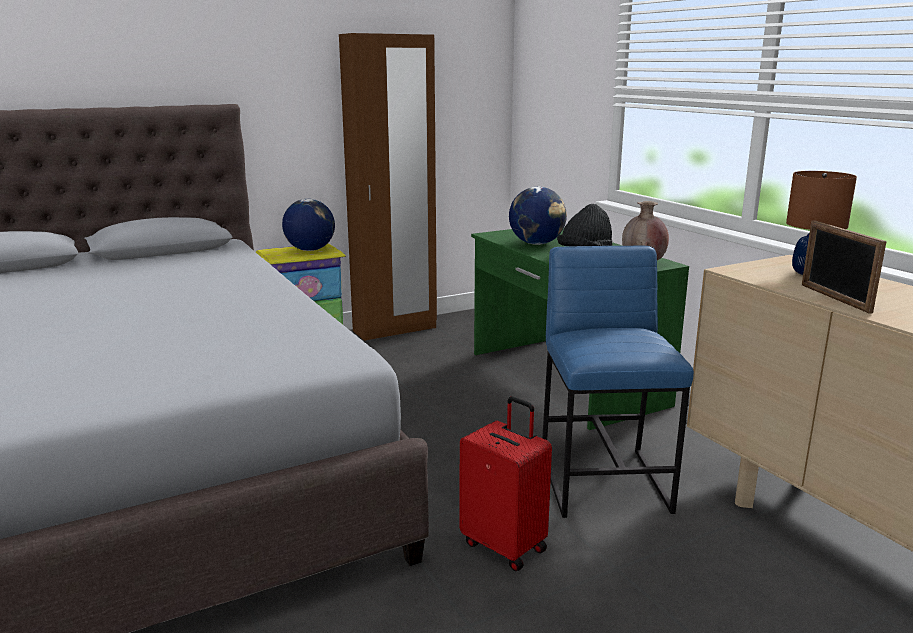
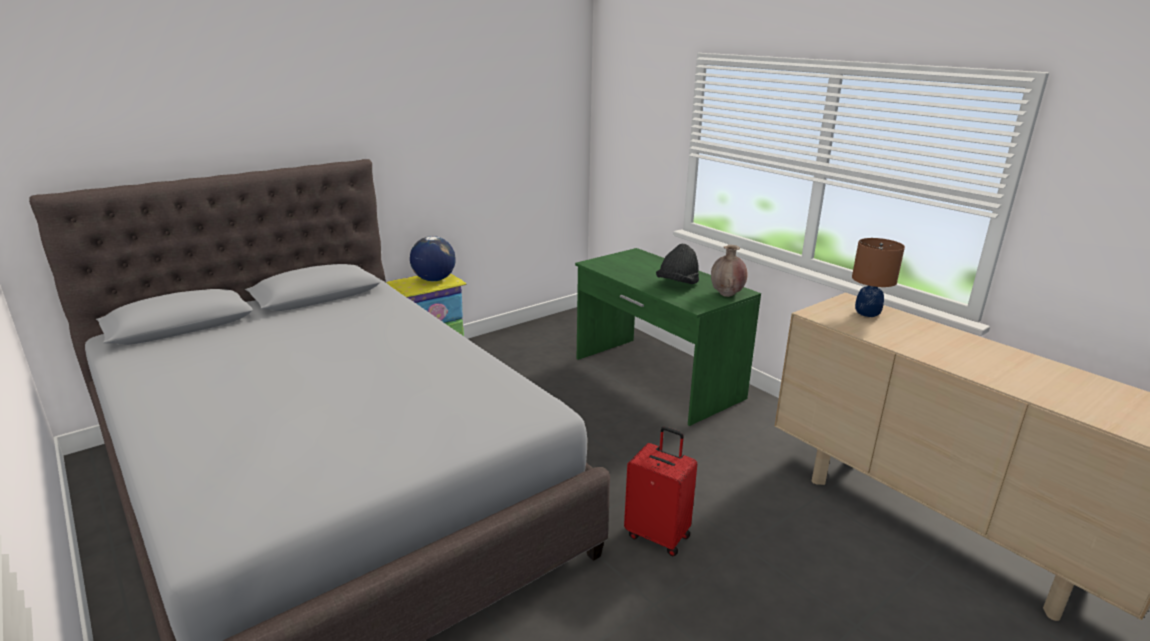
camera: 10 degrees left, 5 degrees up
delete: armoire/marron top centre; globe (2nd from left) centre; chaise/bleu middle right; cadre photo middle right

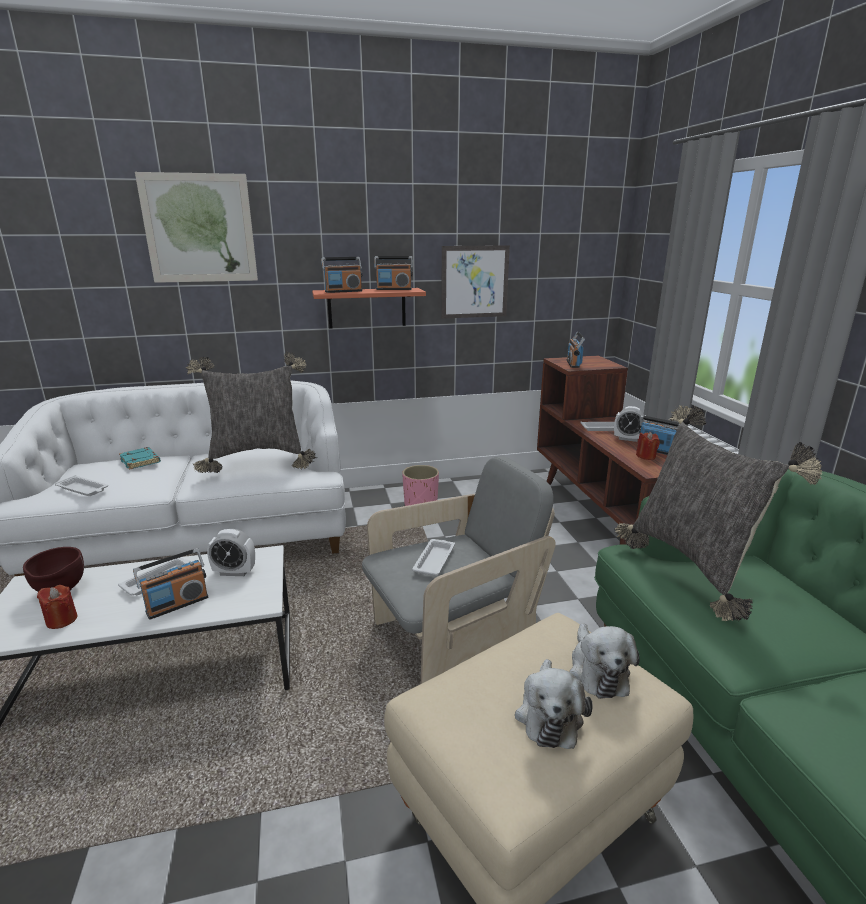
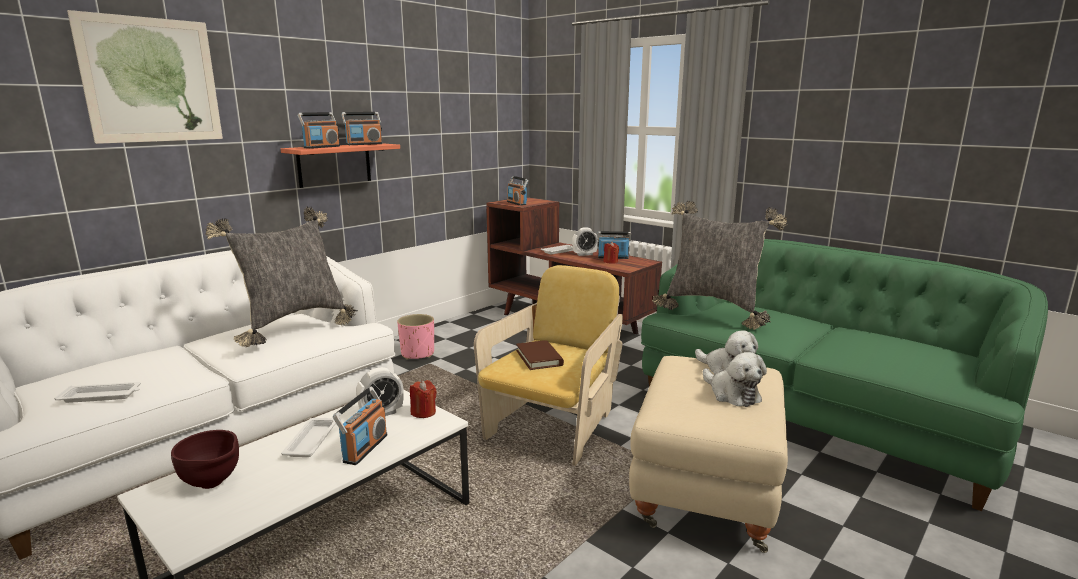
camera: 35 degrees left, 5 degrees down
delete: livre/turquoise middle left; tableau (2nd from left) top centre
move: bougie/rouge (1st from left) bottom left to bottom centre
replace: plateau/blanc (3rd from left) centre to livre/marron centre
recolor: fauteuil/gris centre to fauteuil/jaune centre

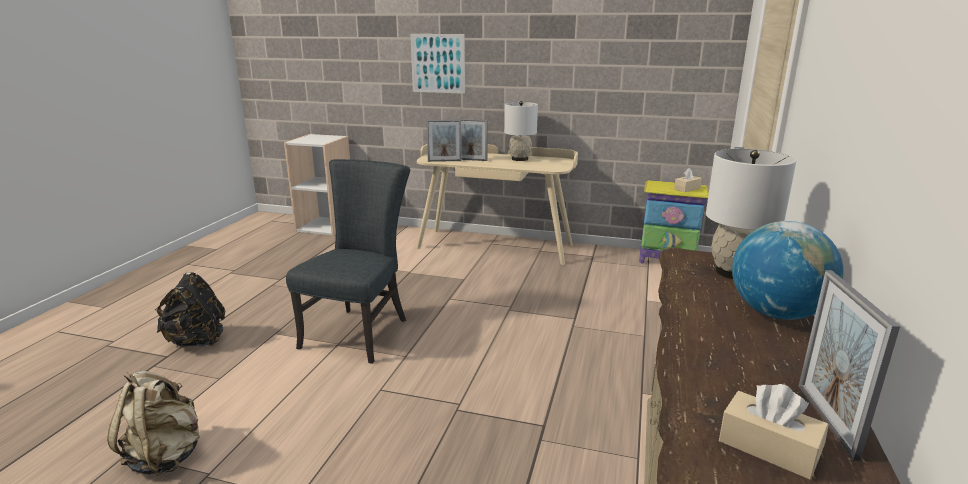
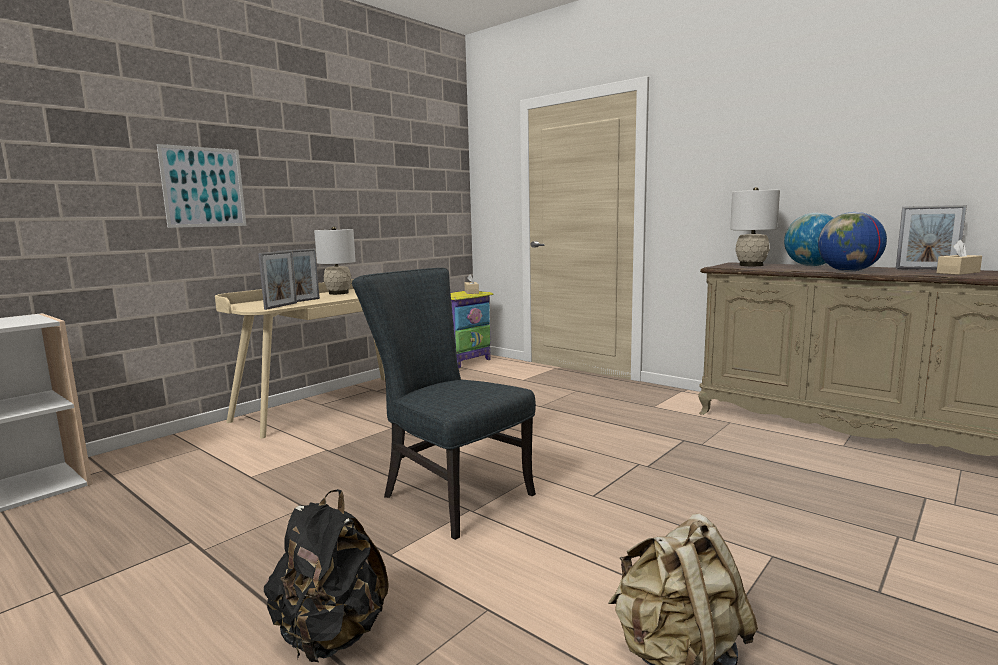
camera: 65 degrees left, 10 degrees down
insert: globe (2nd from left) middle right

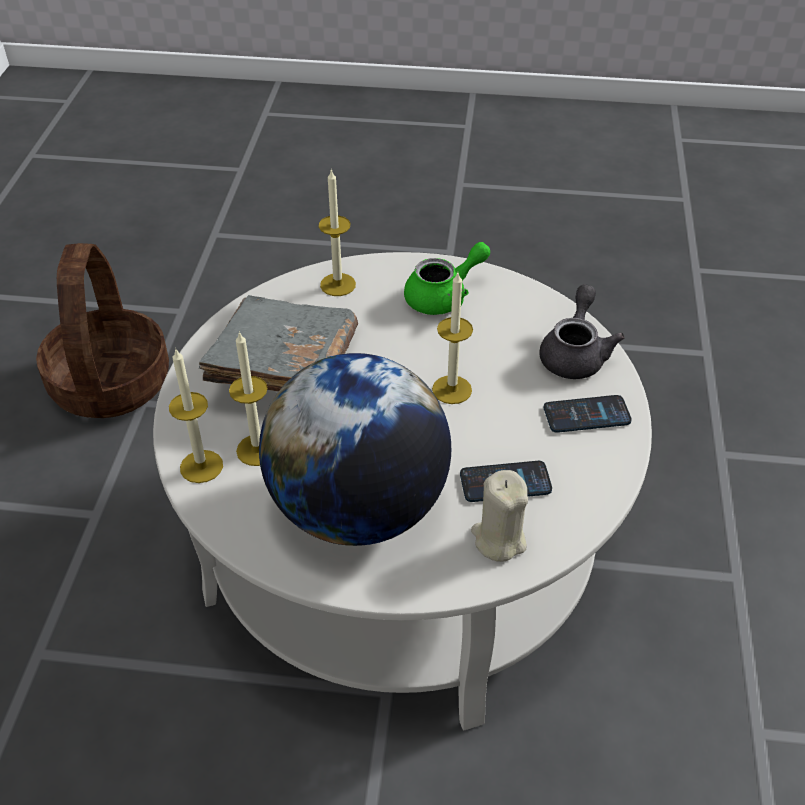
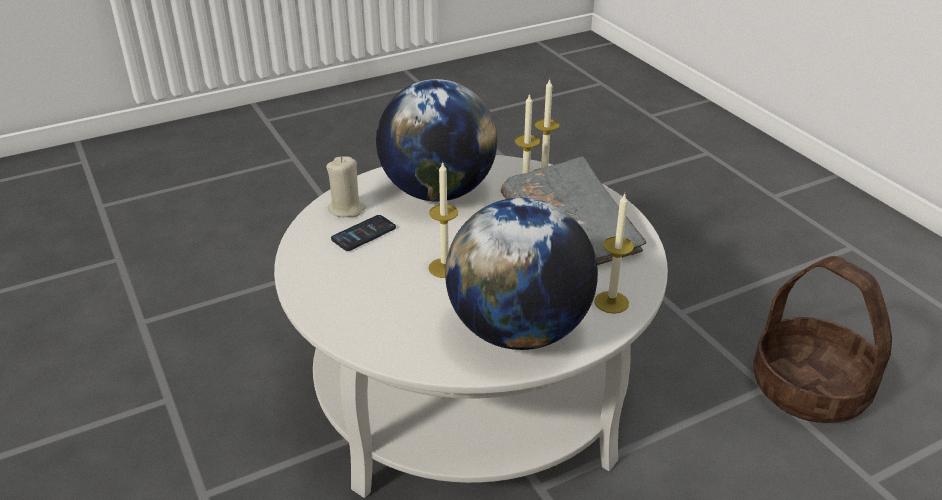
camera: 145 degrees right, 10 degrees down
delete: théière/gris middle right; téléphone (2nd from left) middle right
replace: théière/vert centre to globe (2nd from left) centre

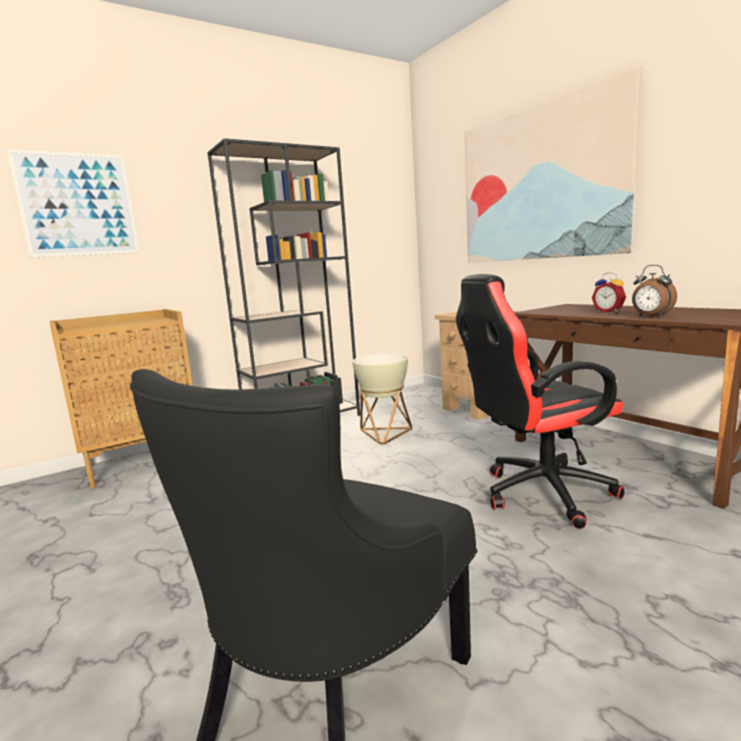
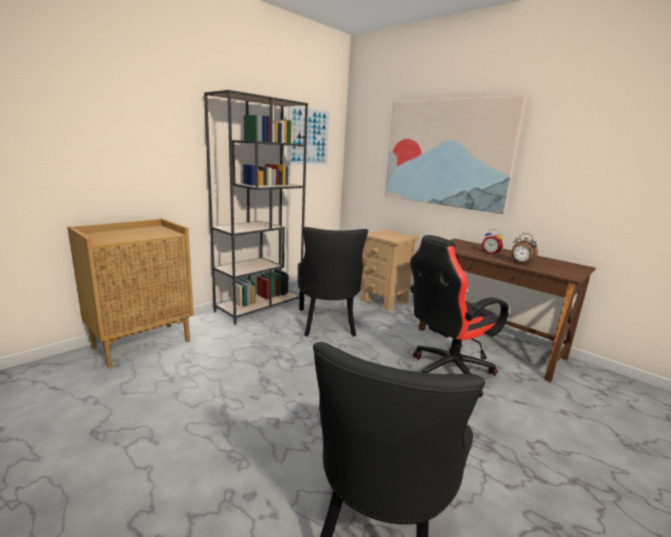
camera: 15 degrees left, 5 degrees up
move: tableau (1st from left) top left to top centre
replace: cache-pot centre to chaise/noir (1st from left) centre

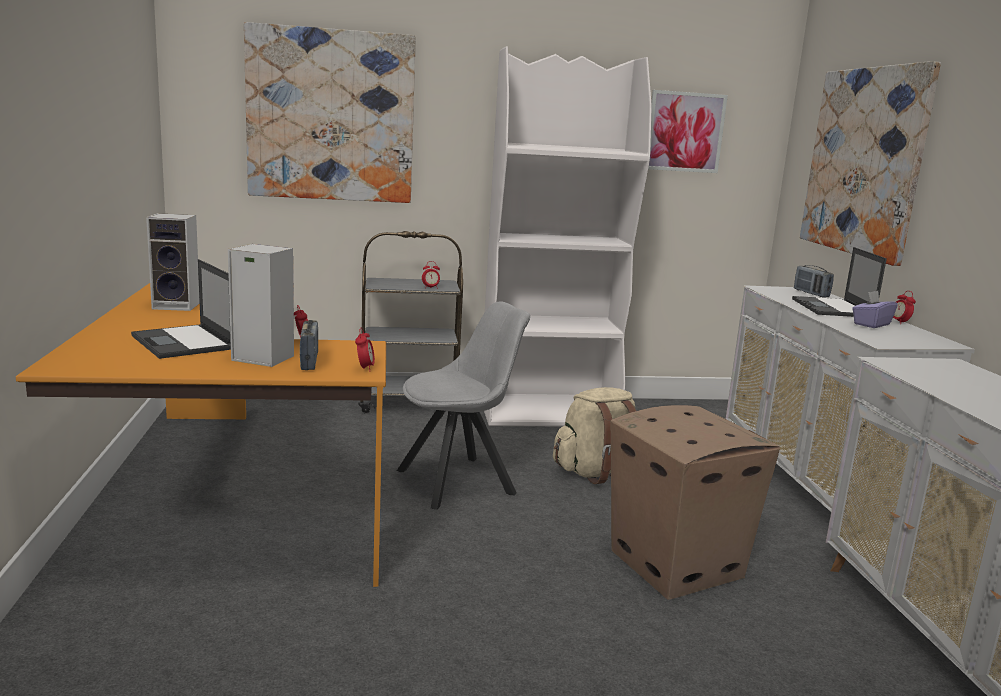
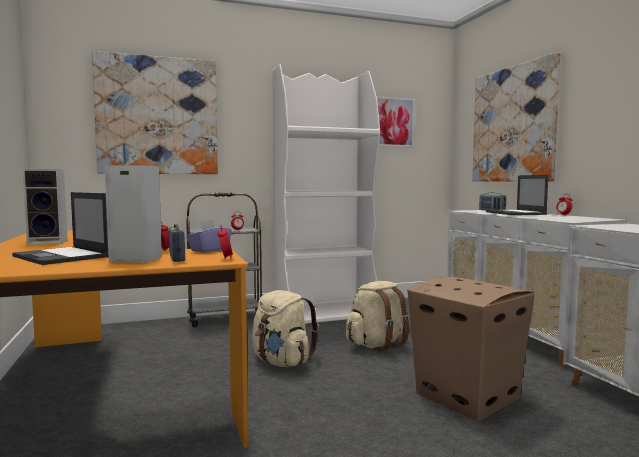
camera: 10 degrees left, 10 degrees down
move: boîte à mouchoirs/violet middle right to middle left
replace: chaise/gris centre to sac à dos/beige (1st from left) bottom centre

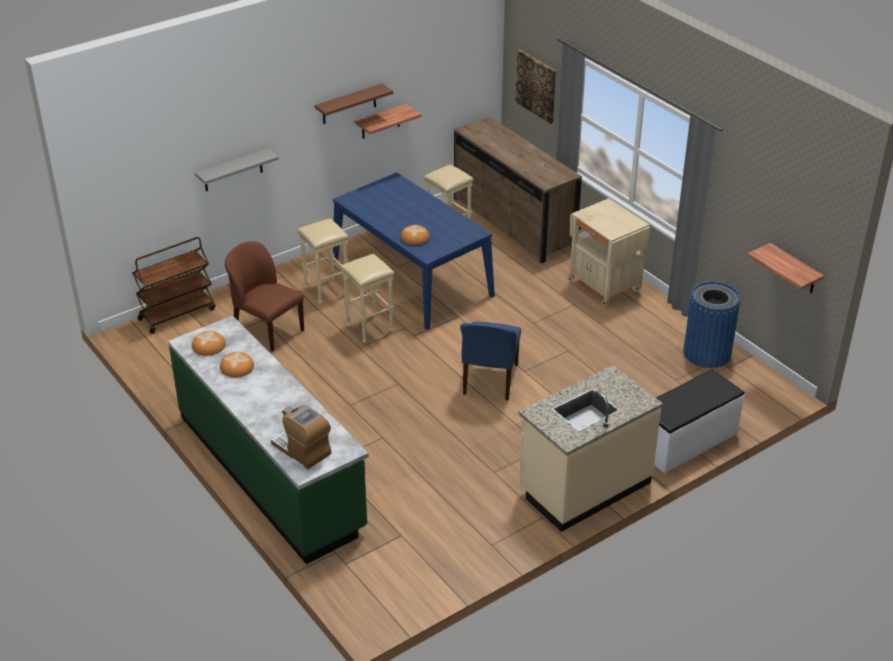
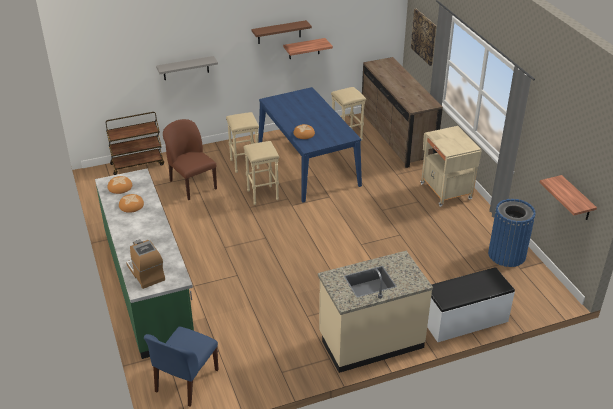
camera: 15 degrees right, 0 degrees up
move: chaise/bleu centre to bottom left

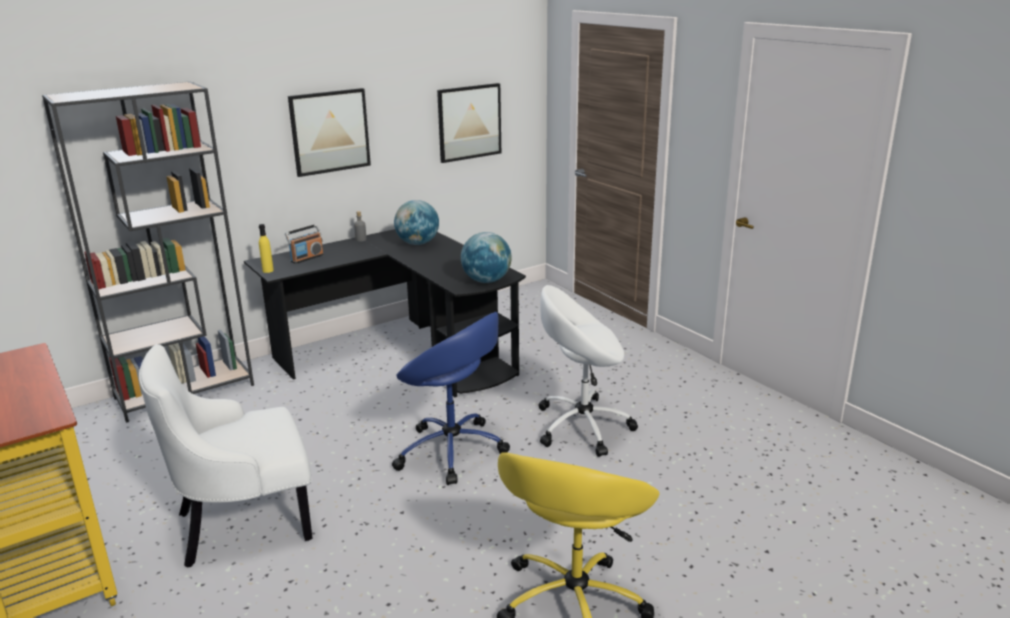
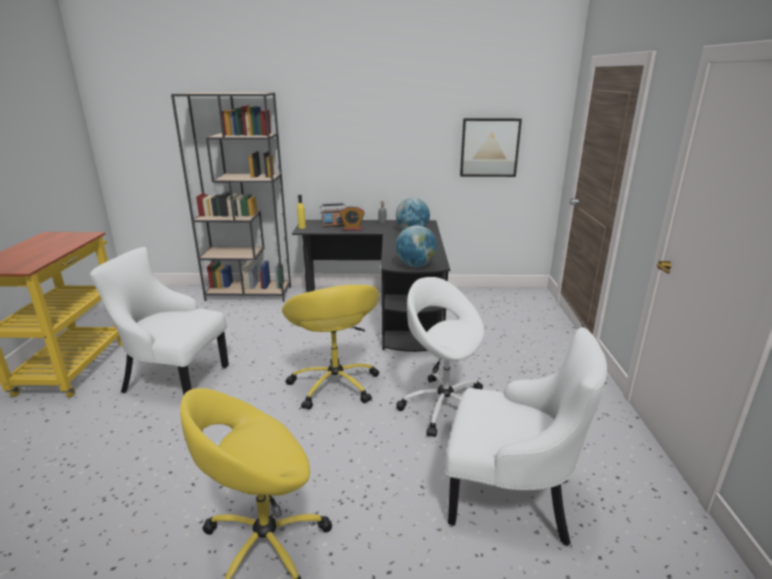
camera: 35 degrees right, 0 degrees up
delete: tableau (1st from left) top left
insert: réveil centre; chaise/blanc (2nd from left) bottom right
recolor: chaise de bureau/bleu centre to chaise de bureau/jaune (2nd from left) centre

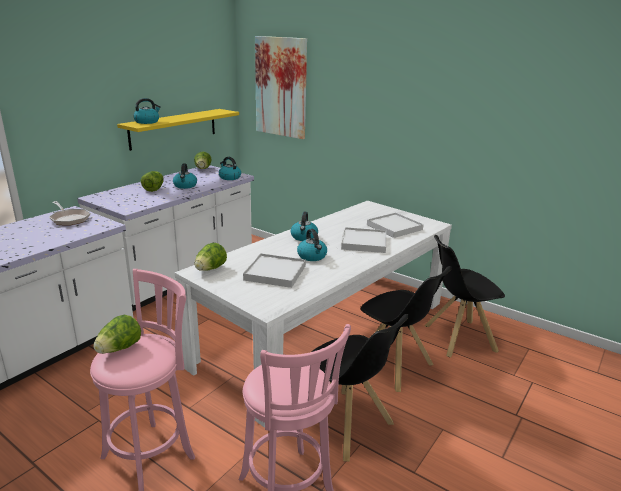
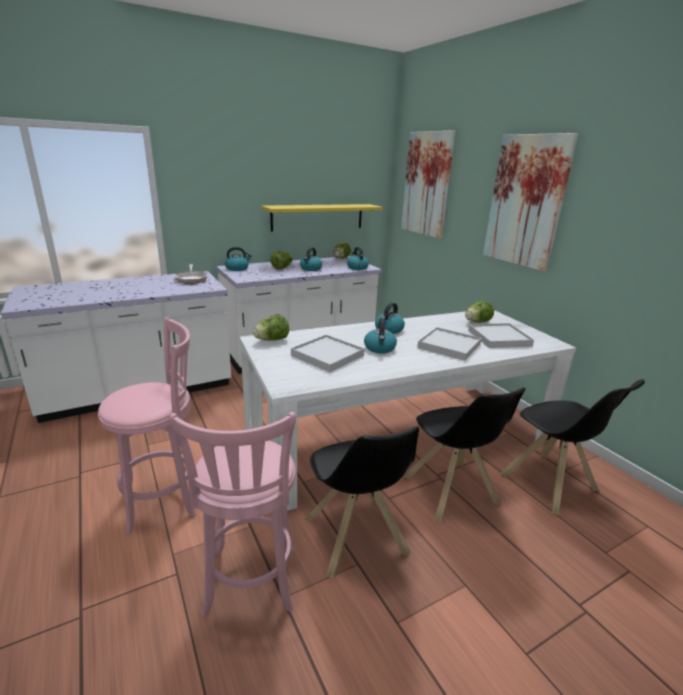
camera: 25 degrees right, 0 degrees up
insert: tableau (2nd from left) top right
move: bouilloire (1st from left) top left to centre; laitue (1st from left in the first image) bottom left to laitue (4th from left) middle right
rotate: chaise/noir (3rd from left) middle right = middle right 135 degrees counterclockwise

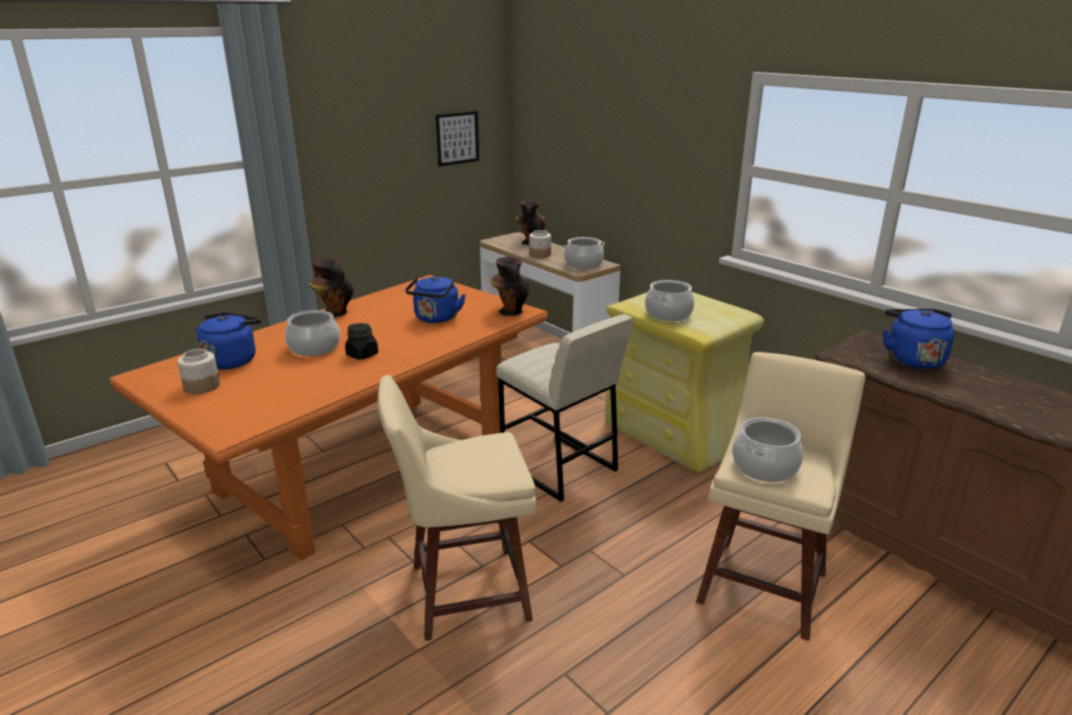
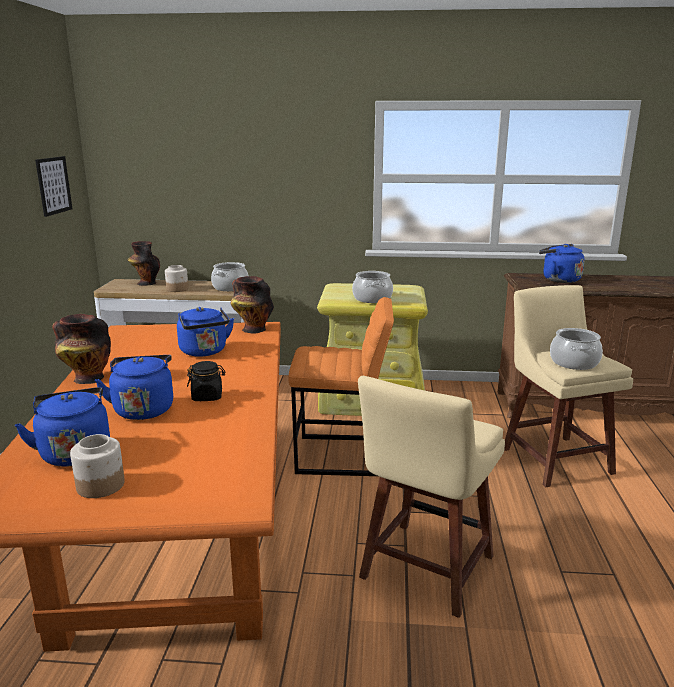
camera: 45 degrees left, 5 degrees down
replace: marmite (1st from left) middle left to bouilloire/bleu (2nd from left) middle left
recolor: chaise/beige centre to chaise/orange centre

